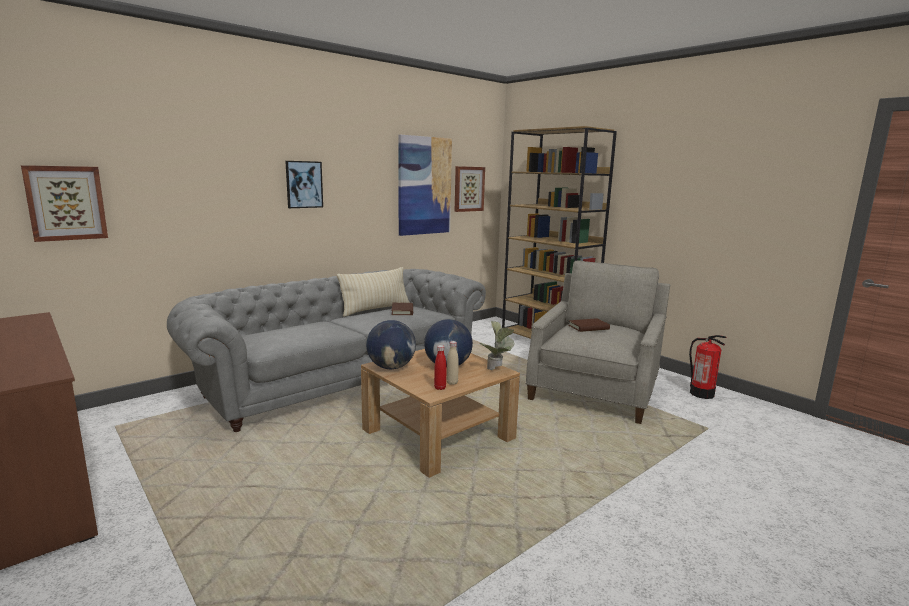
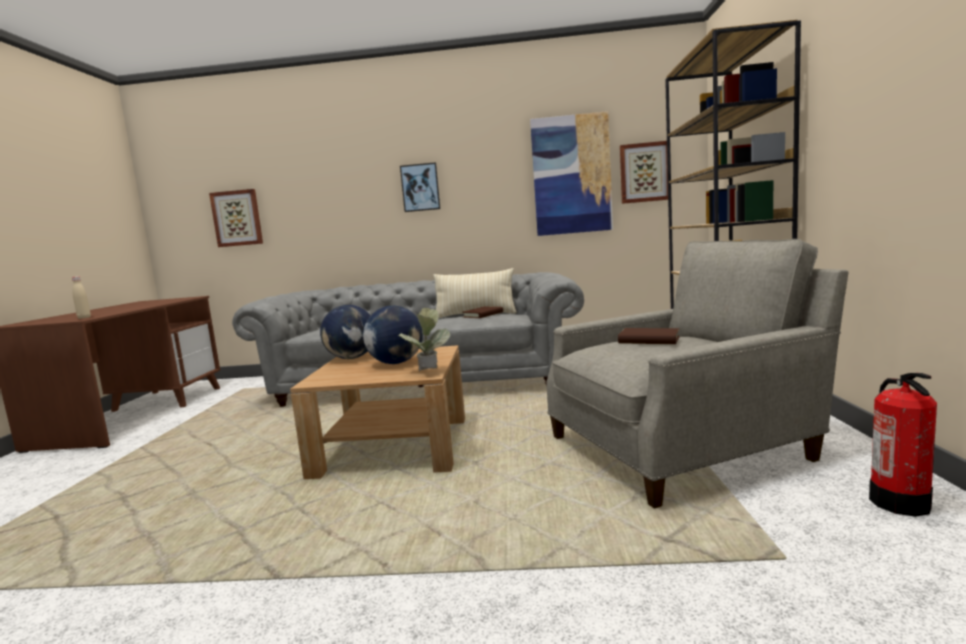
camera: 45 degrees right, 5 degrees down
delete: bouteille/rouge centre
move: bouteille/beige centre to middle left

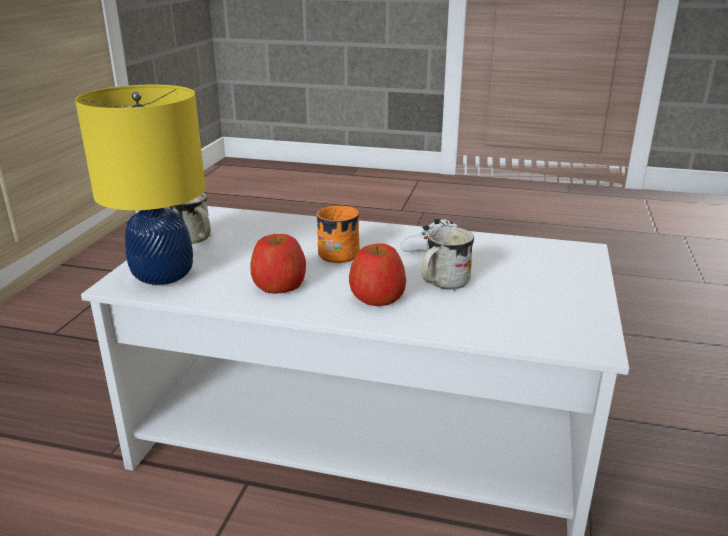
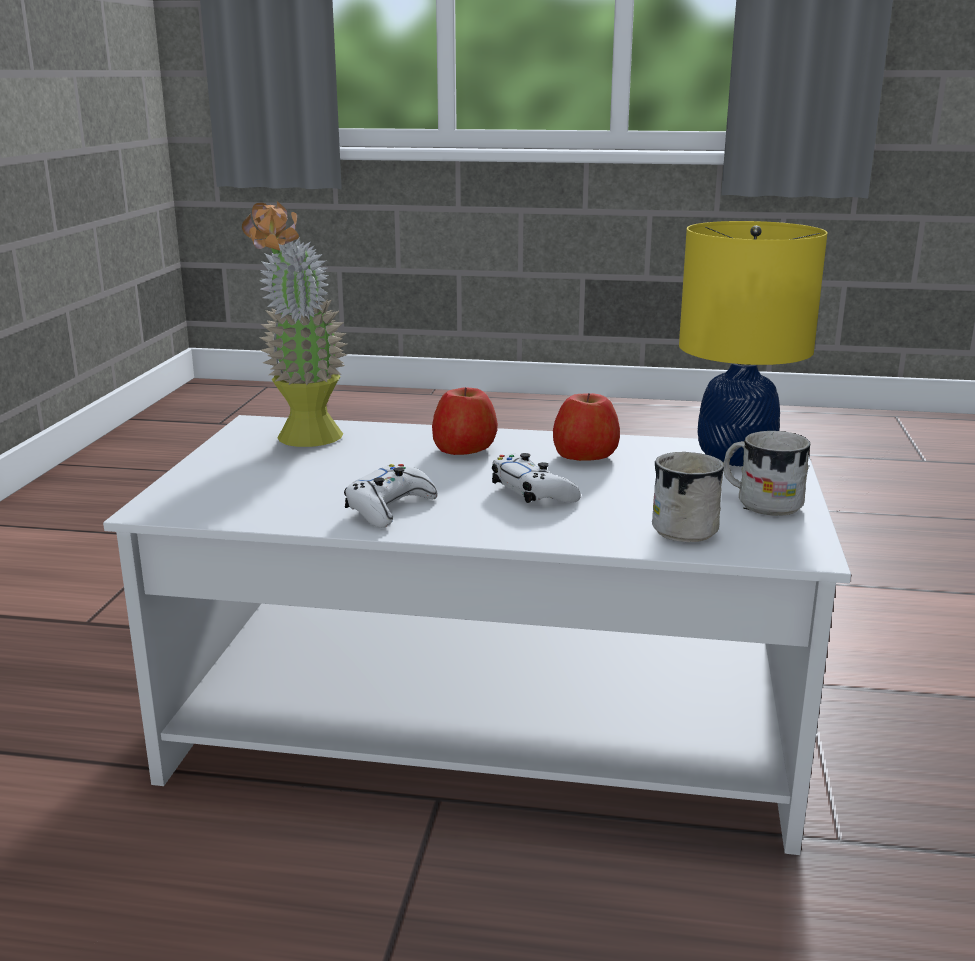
camera: 175 degrees right, 5 degrees down
insert: plante en pot middle left
move: mug/blanc (2nd from left in the first image) centre to mug/blanc (1st from left) middle right
replace: mug/orange centre to manette/blanc (2nd from left) centre

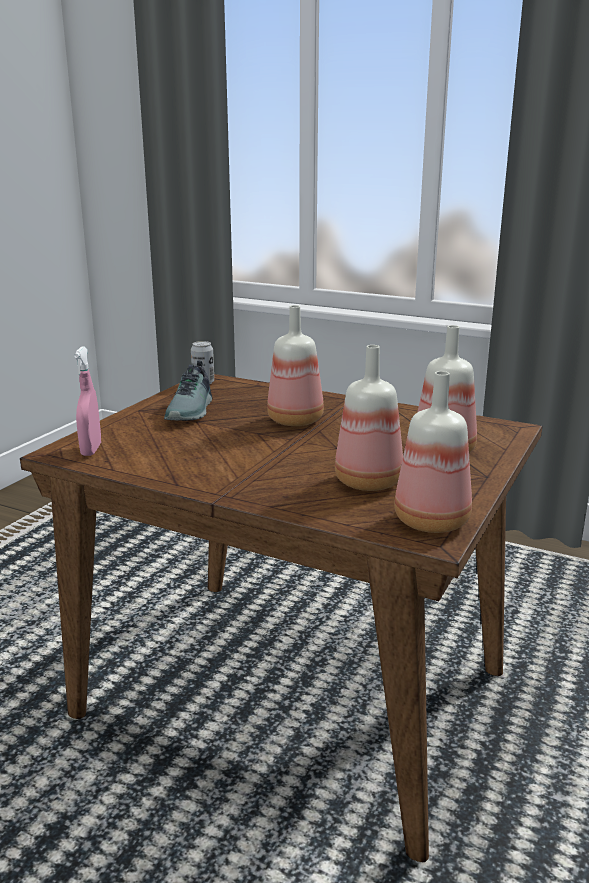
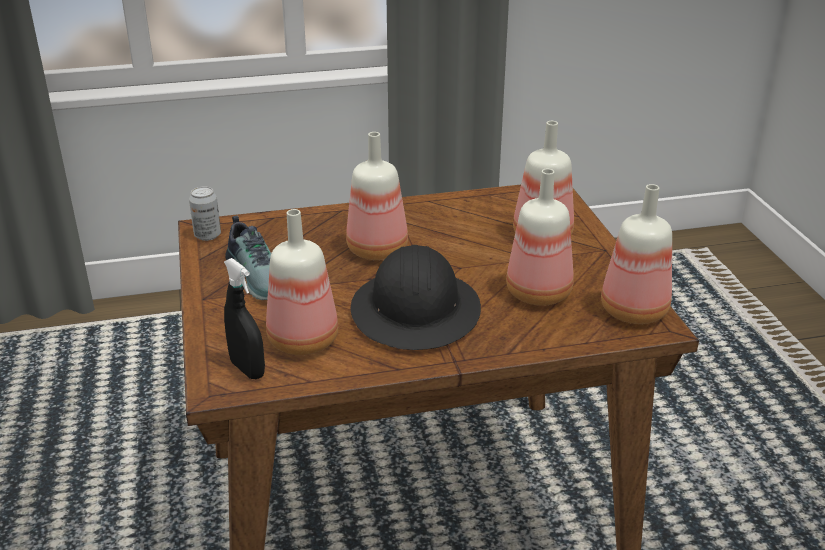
camera: 40 degrees left, 10 degrees up
insert: bouteille (1st from left) centre; casque de chantier/noir centre
recolor: vaporisateur/rose middle left to vaporisateur/noir middle left

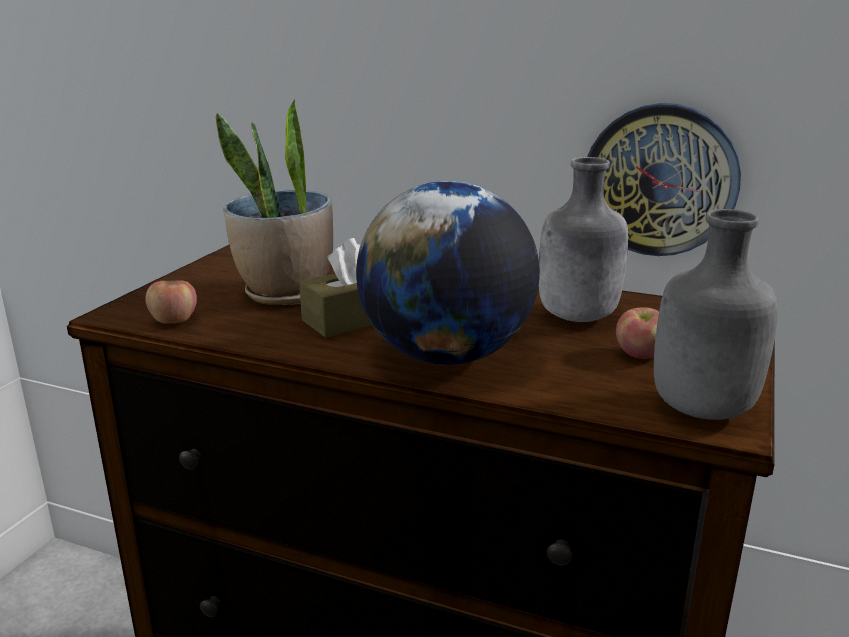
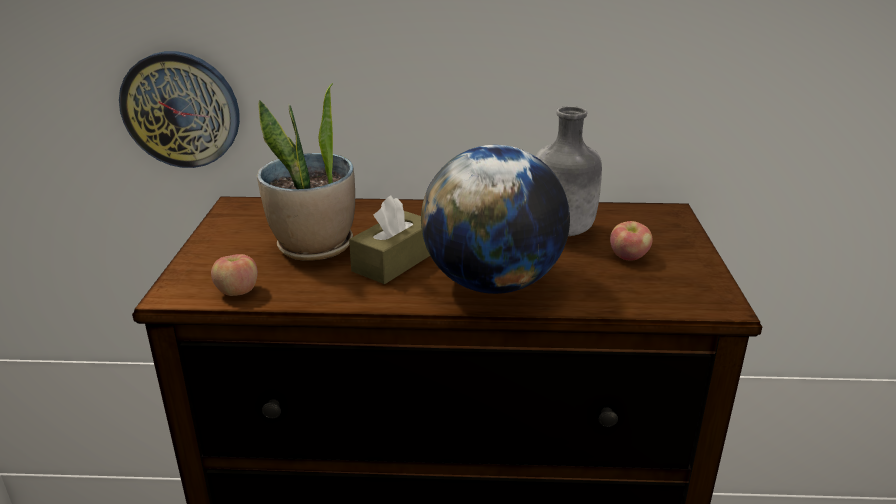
camera: 20 degrees left, 5 degrees up
delete: bouteille/gris (2nd from left) middle right
move: horloge murale top right to top left

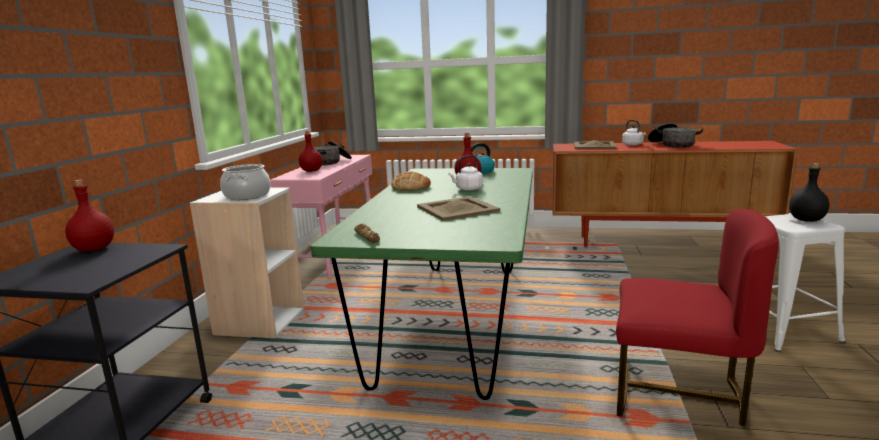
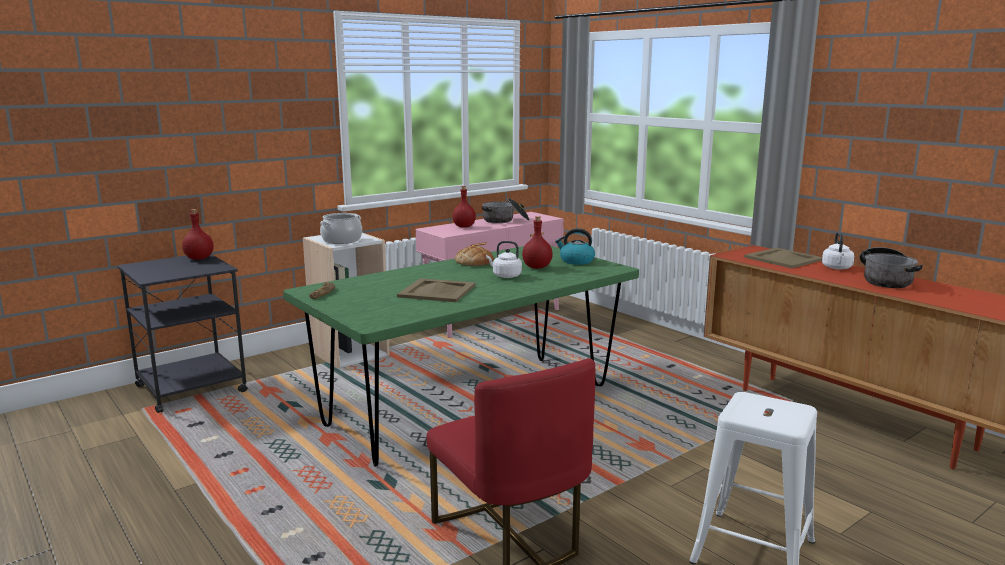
camera: 40 degrees right, 0 degrees up
delete: bouteille/noir middle right

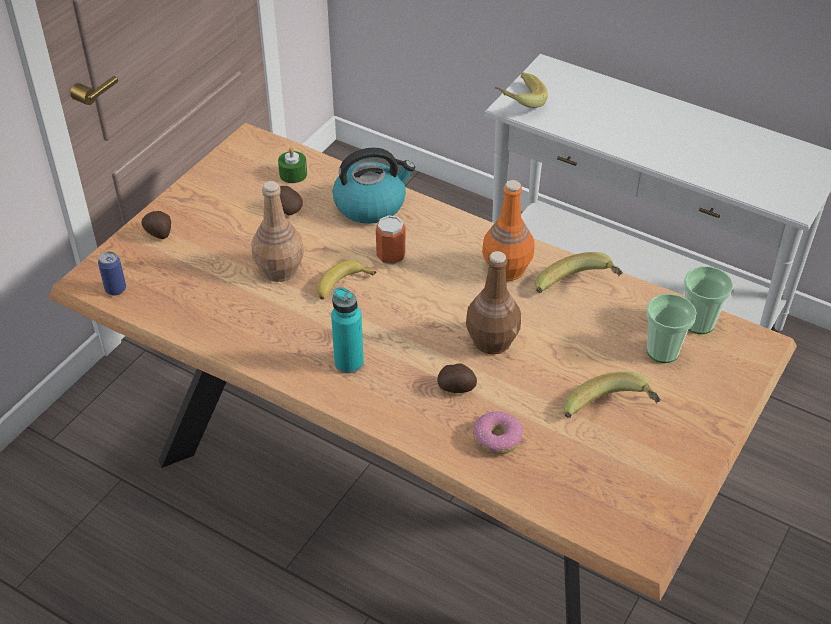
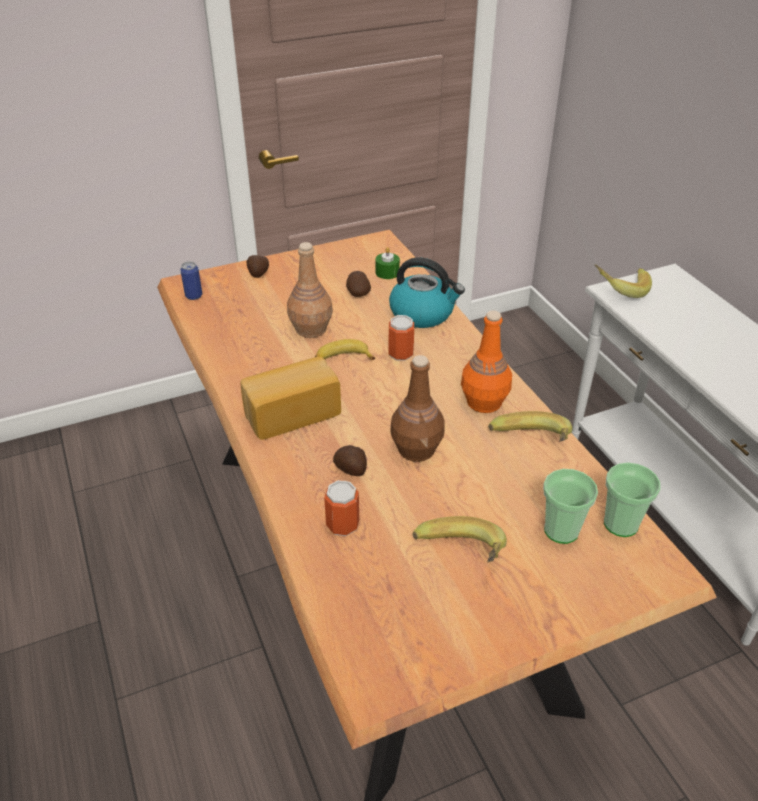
camera: 35 degrees right, 5 degrees down
replace: bouteille/turquoise centre to pain centre; beignet bottom centre to boîte métallique (2nd from left) centre

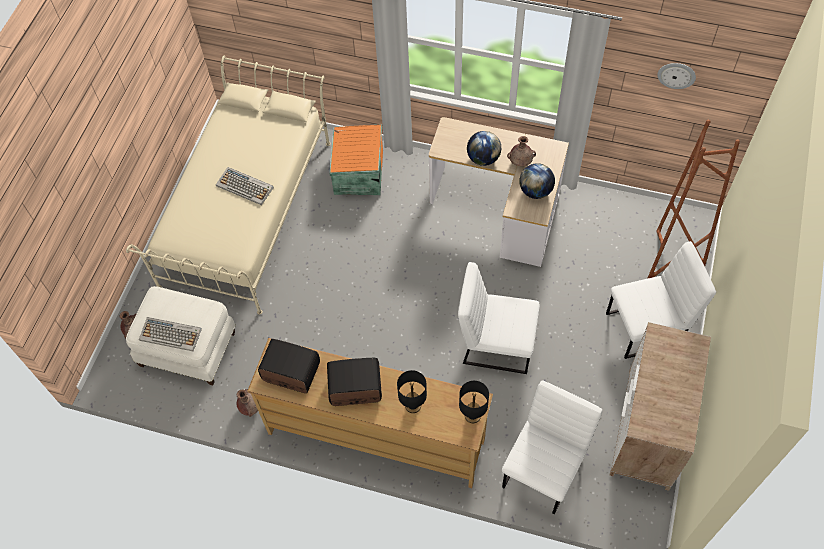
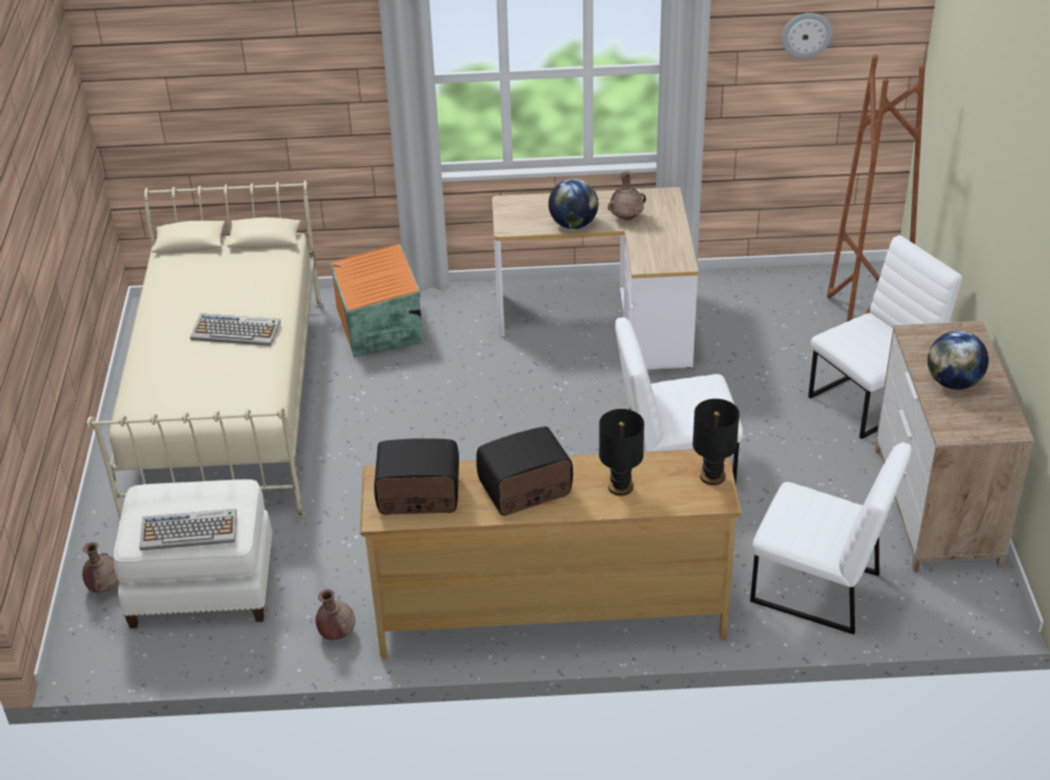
camera: 20 degrees left, 20 degrees down
move: globe (2nd from left) top centre to middle right
rotate: chaise/blanc (2nd from left) bottom right = bottom right 105 degrees clockwise

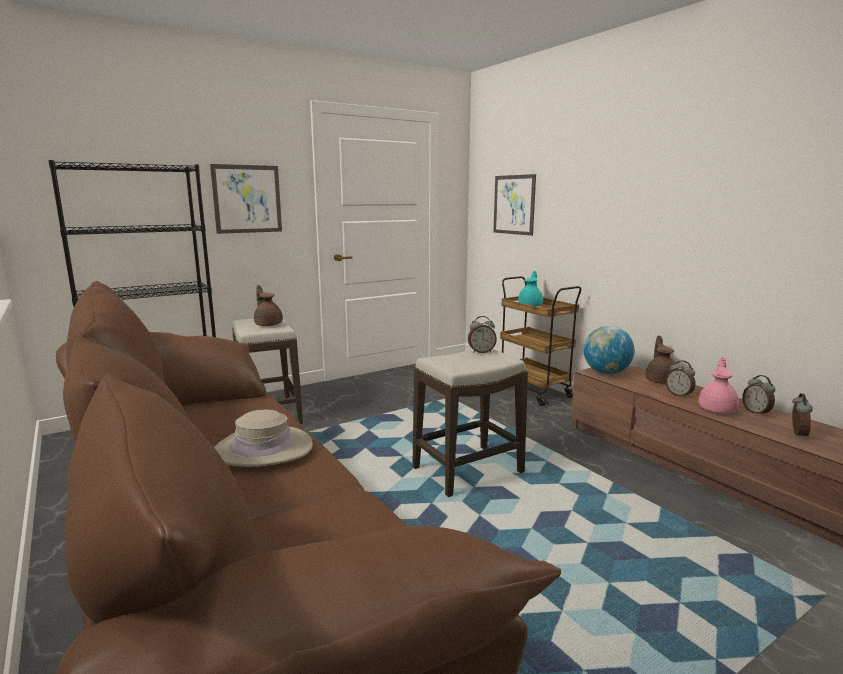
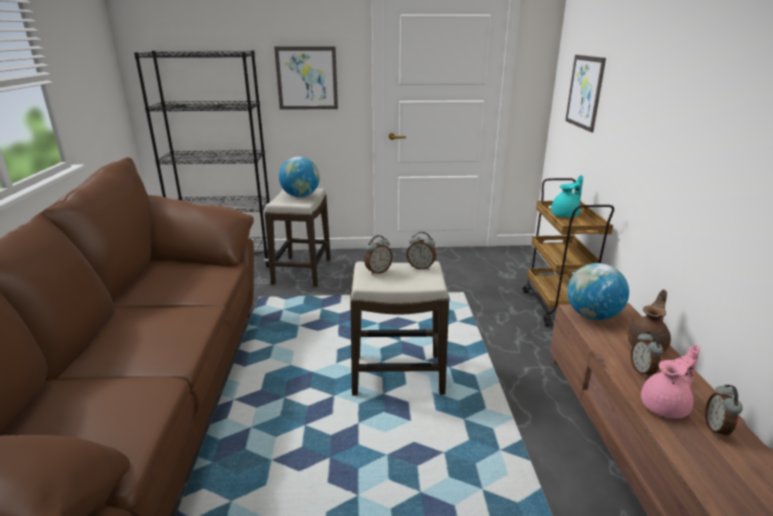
camera: 30 degrees right, 10 degrees up
delete: chapeau/beige middle left
move: réveil (4th from left in the first image) middle right to réveil (1st from left) centre
replace: théière/marron (1st from left) middle left to globe (1st from left) centre

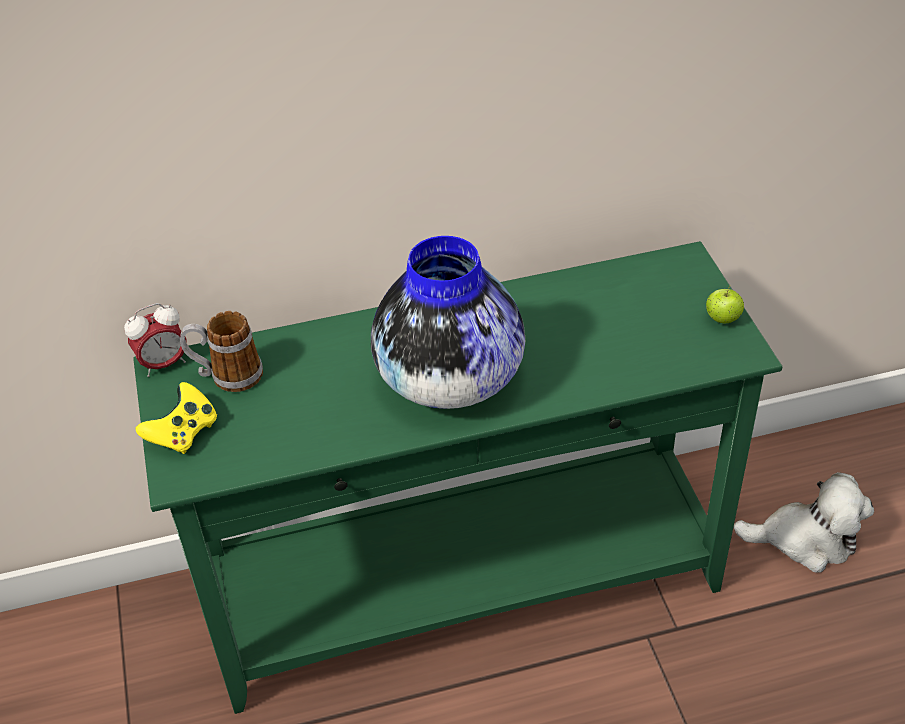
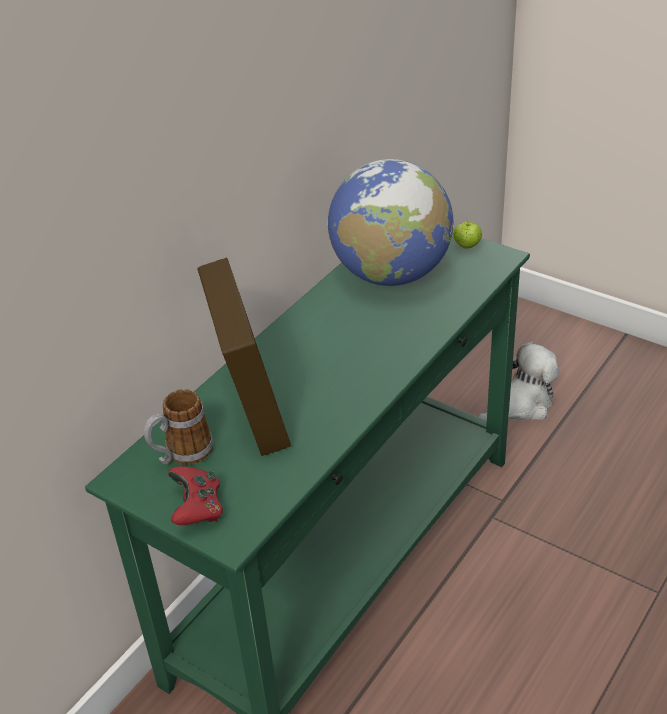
camera: 40 degrees left, 5 degrees down
delete: réveil middle left; vase centre
insert: cadre photo centre; globe top centre
recolor: manette/jaune middle left to manette/rouge bottom left

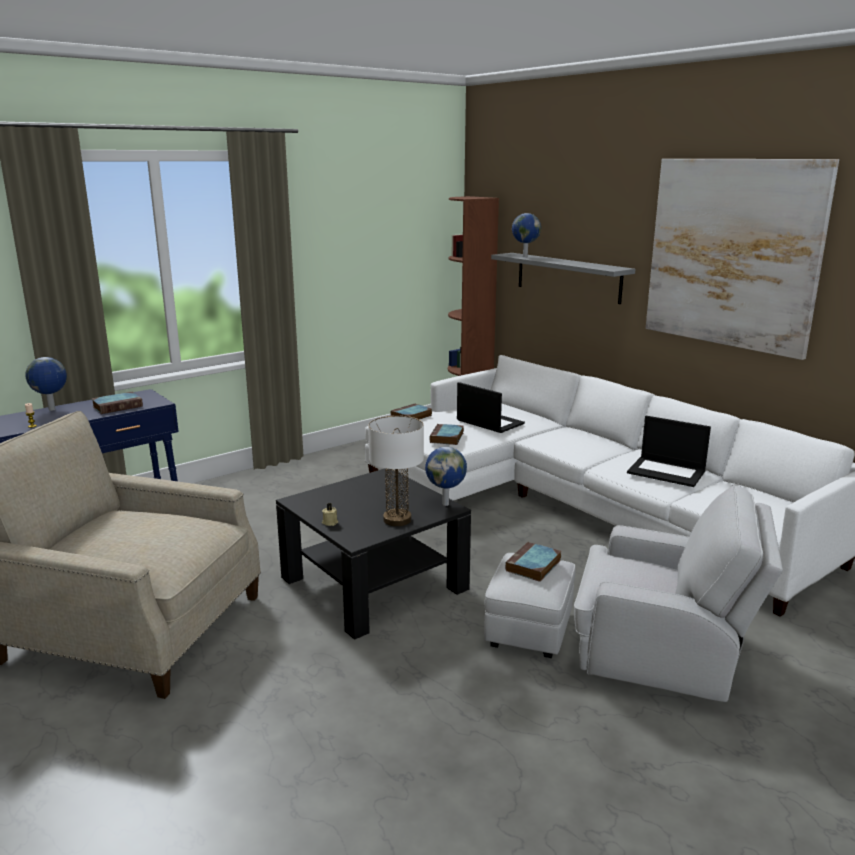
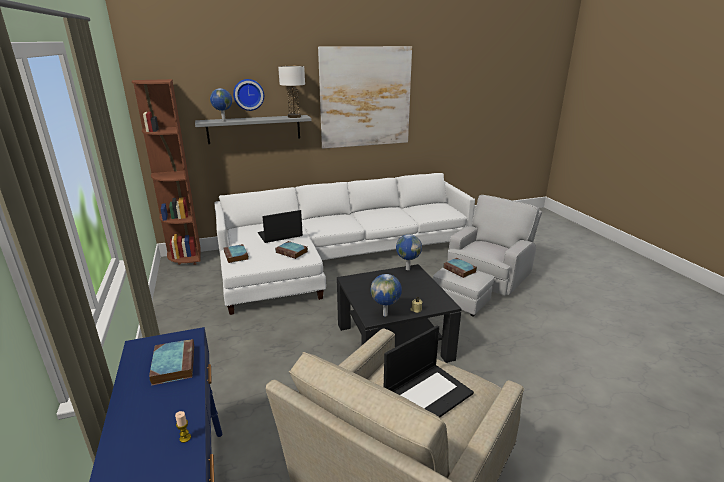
camera: 70 degrees left, 5 degrees up
insert: horloge murale top centre
move: lampe de table centre to top centre; globe (1st from left in the first image) middle left to globe (2nd from left) centre; ordinateur portable (2nd from left) middle right to bottom centre

